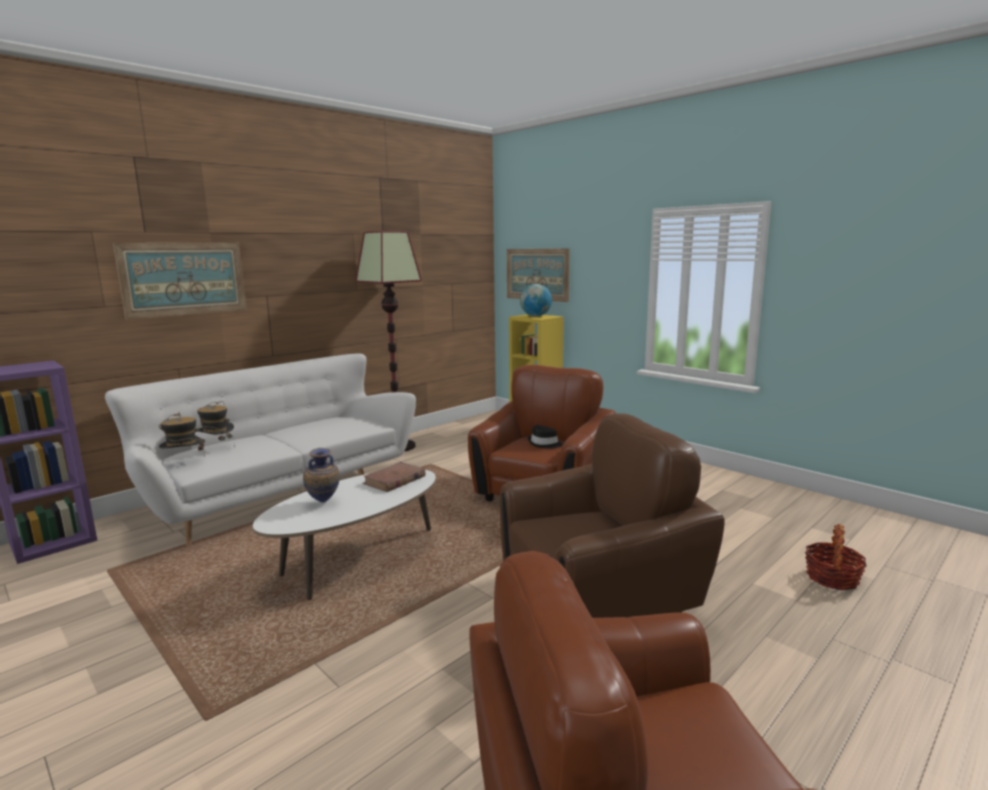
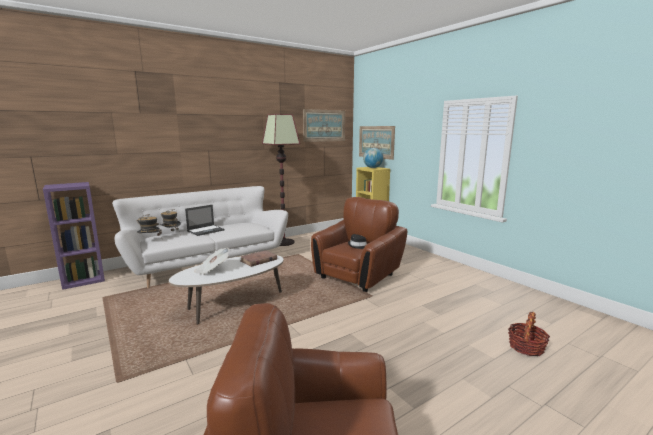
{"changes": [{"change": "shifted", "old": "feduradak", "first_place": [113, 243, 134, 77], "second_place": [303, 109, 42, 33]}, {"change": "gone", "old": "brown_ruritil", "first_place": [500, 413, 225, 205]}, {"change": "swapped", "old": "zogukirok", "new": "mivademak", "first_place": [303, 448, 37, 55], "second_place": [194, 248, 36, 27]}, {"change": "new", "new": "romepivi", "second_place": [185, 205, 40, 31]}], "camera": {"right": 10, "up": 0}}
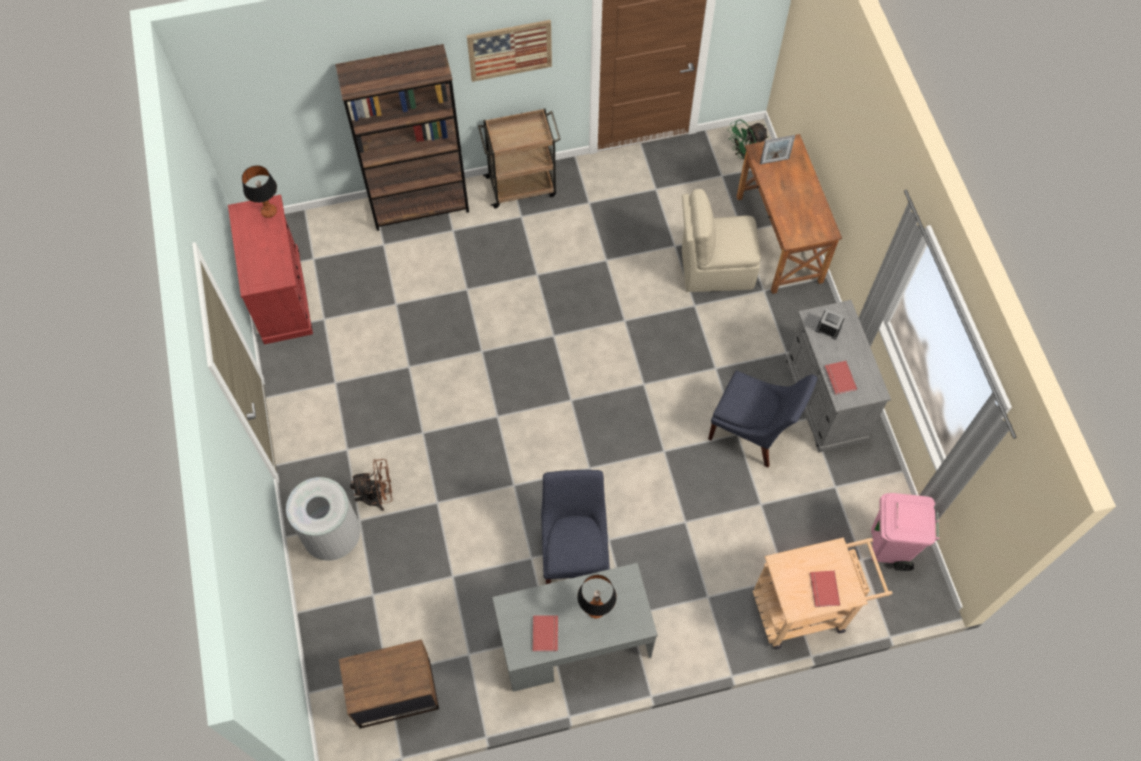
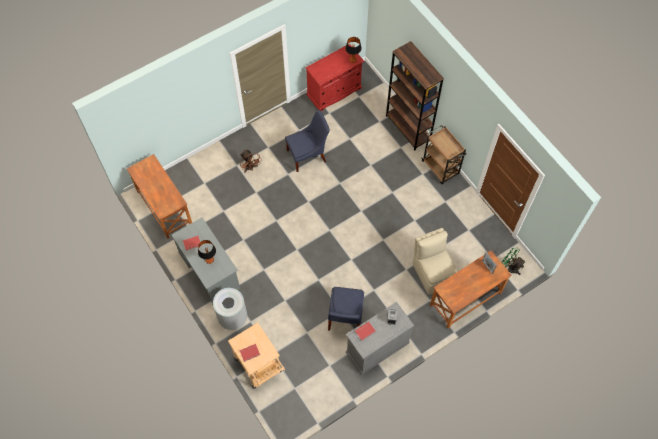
{"changes": [{"change": "gone", "old": "feduradak", "first_place": [467, 20, 85, 62]}, {"change": "shifted", "old": "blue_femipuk", "first_place": [541, 470, 69, 114], "second_place": [285, 110, 45, 62]}, {"change": "shifted", "old": "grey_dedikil", "first_place": [286, 477, 74, 83], "second_place": [213, 288, 34, 42]}, {"change": "gone", "old": "pink_dedikil", "first_place": [871, 493, 68, 78]}, {"change": "swapped", "old": "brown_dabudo", "new": "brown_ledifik", "first_place": [339, 640, 100, 88], "second_place": [127, 154, 65, 85]}], "camera": {"right": 70, "up": 0}}
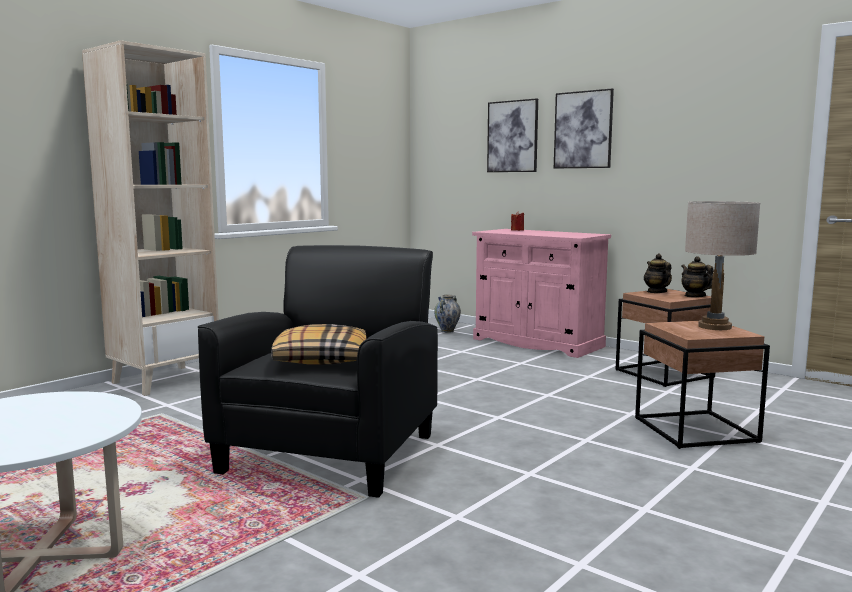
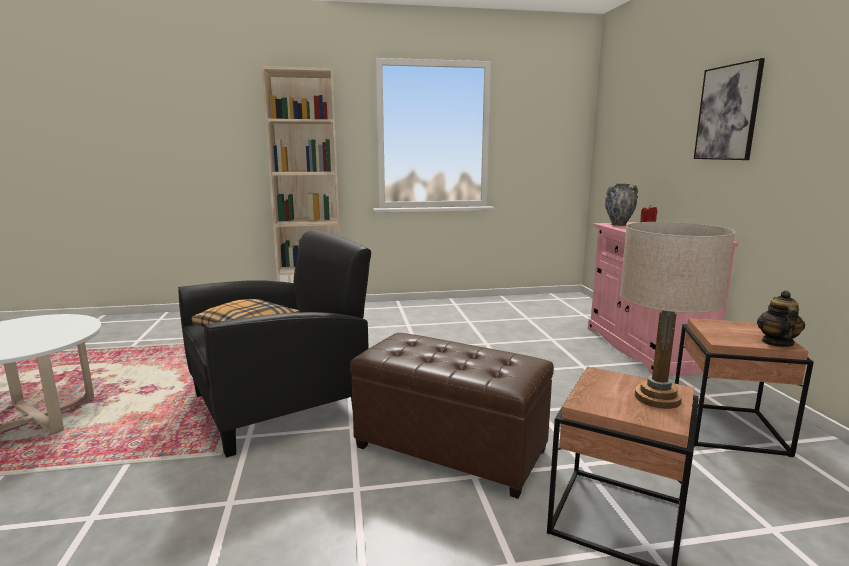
{"changes": [{"change": "gone", "old": "feduradak", "first_place": [487, 98, 51, 74]}, {"change": "gone", "old": "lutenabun", "first_place": [644, 254, 28, 39]}, {"change": "shifted", "old": "zogukirok", "first_place": [434, 295, 27, 38], "second_place": [605, 183, 33, 43]}, {"change": "new", "new": "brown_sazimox", "second_place": [350, 333, 204, 166]}], "camera": {"right": 40, "up": 5}}
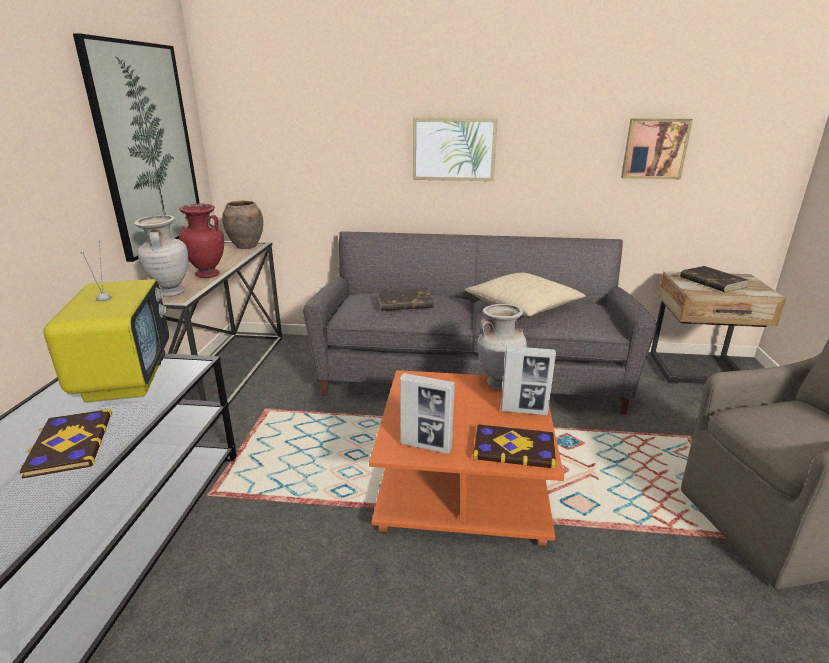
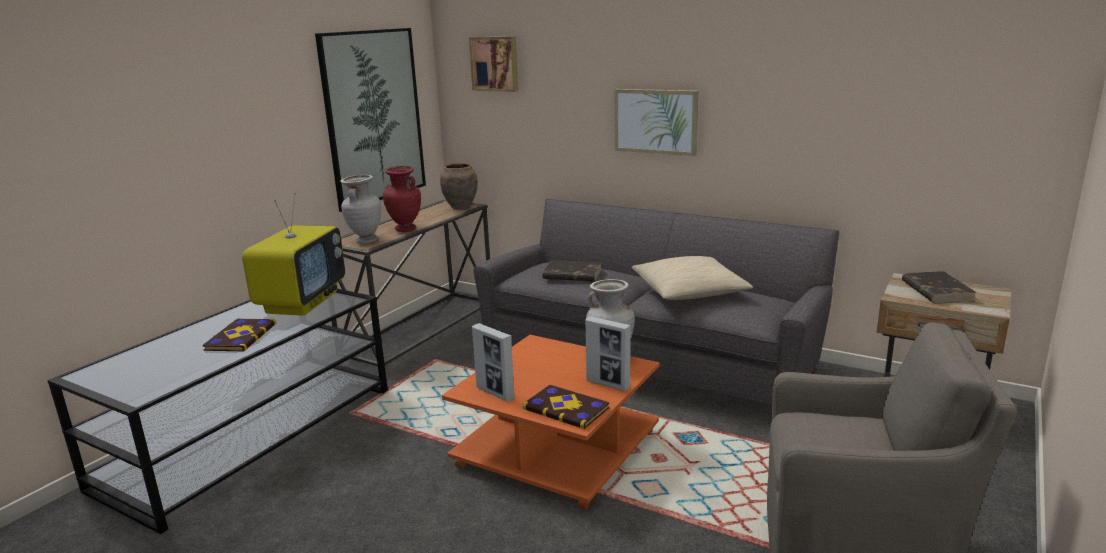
{"changes": [{"change": "shifted", "old": "feduradak", "first_place": [621, 118, 72, 61], "second_place": [469, 36, 49, 56]}], "camera": {"right": 25, "up": -5}}
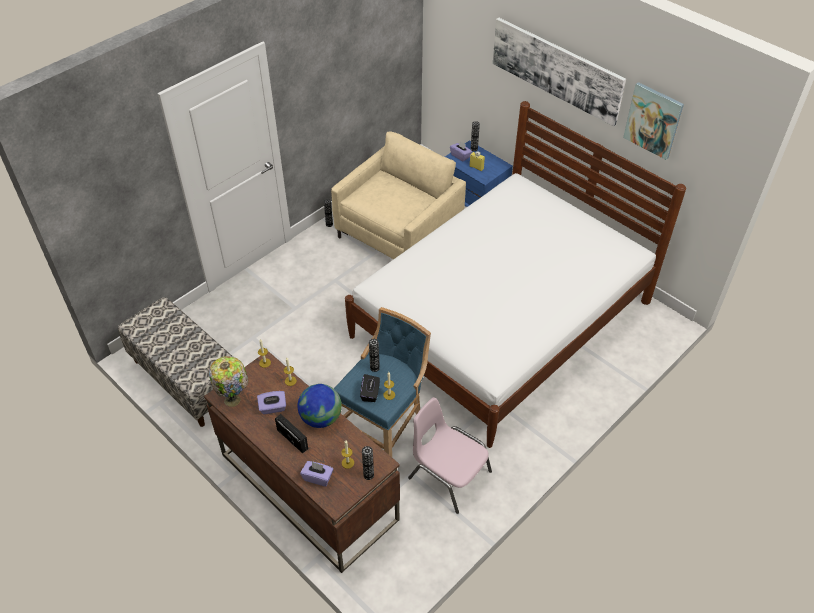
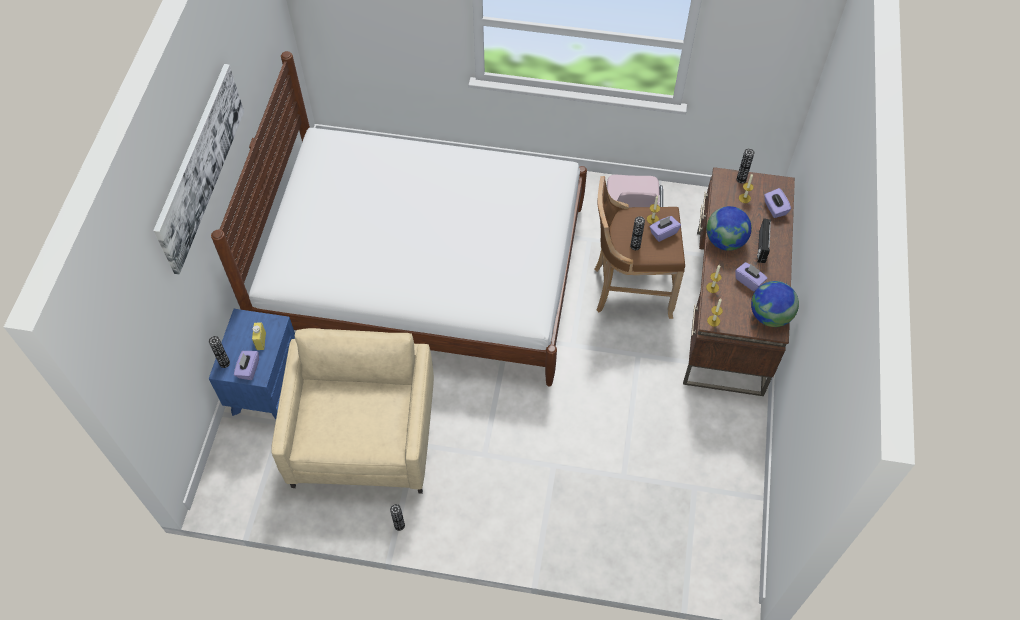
{"changes": [{"change": "gone", "old": "feduradak", "first_place": [623, 82, 61, 78]}, {"change": "rotated", "old": "beige_ruritil", "first_place": [331, 131, 135, 128], "second_place": [271, 328, 163, 166], "degrees": 90}, {"change": "gone", "old": "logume", "first_place": [118, 297, 115, 130]}, {"change": "repainted", "old": "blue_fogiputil", "new": "brown_fogiputil", "first_place": [334, 307, 97, 150], "second_place": [594, 176, 91, 143]}, {"change": "swapped", "old": "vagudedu", "new": "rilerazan", "first_place": [209, 356, 39, 51], "second_place": [751, 281, 48, 46]}, {"change": "repainted", "old": "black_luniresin", "new": "purple_luniresin", "first_place": [360, 374, 20, 28], "second_place": [649, 216, 32, 26]}], "camera": {"right": -125, "up": 10}}
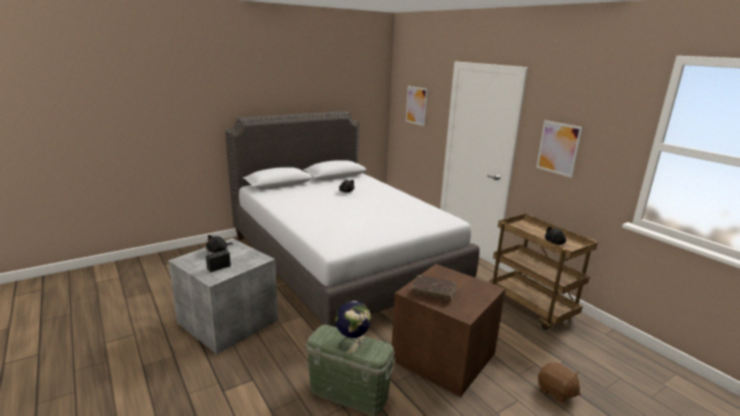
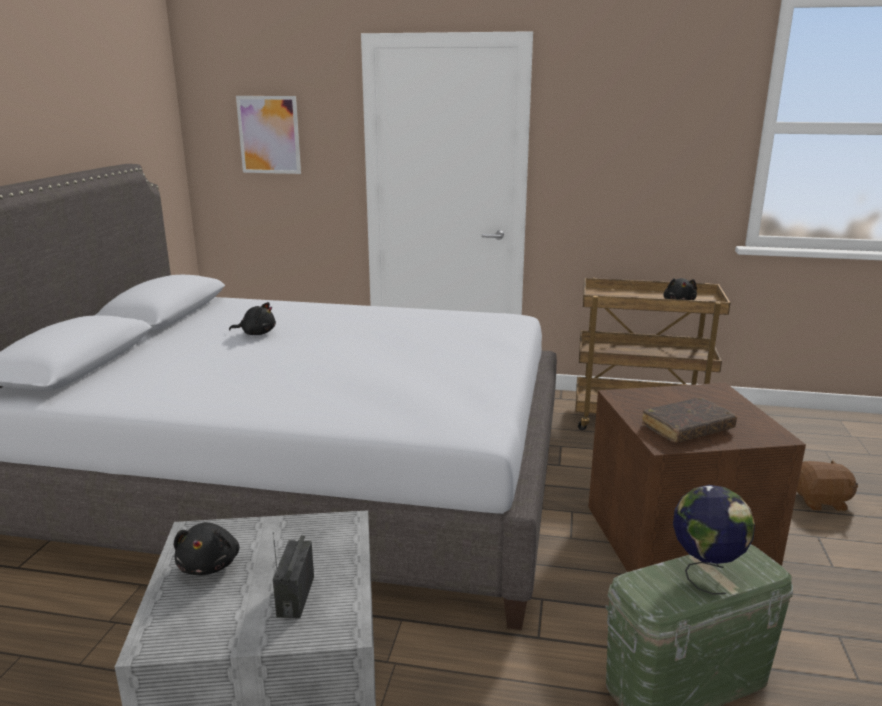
{"changes": [{"change": "gone", "old": "feduradak", "first_place": [536, 120, 47, 58]}], "camera": {"right": -45, "up": 0}}
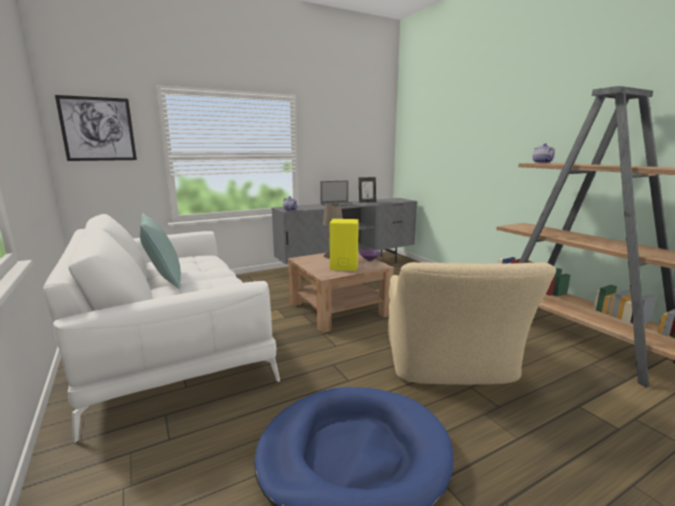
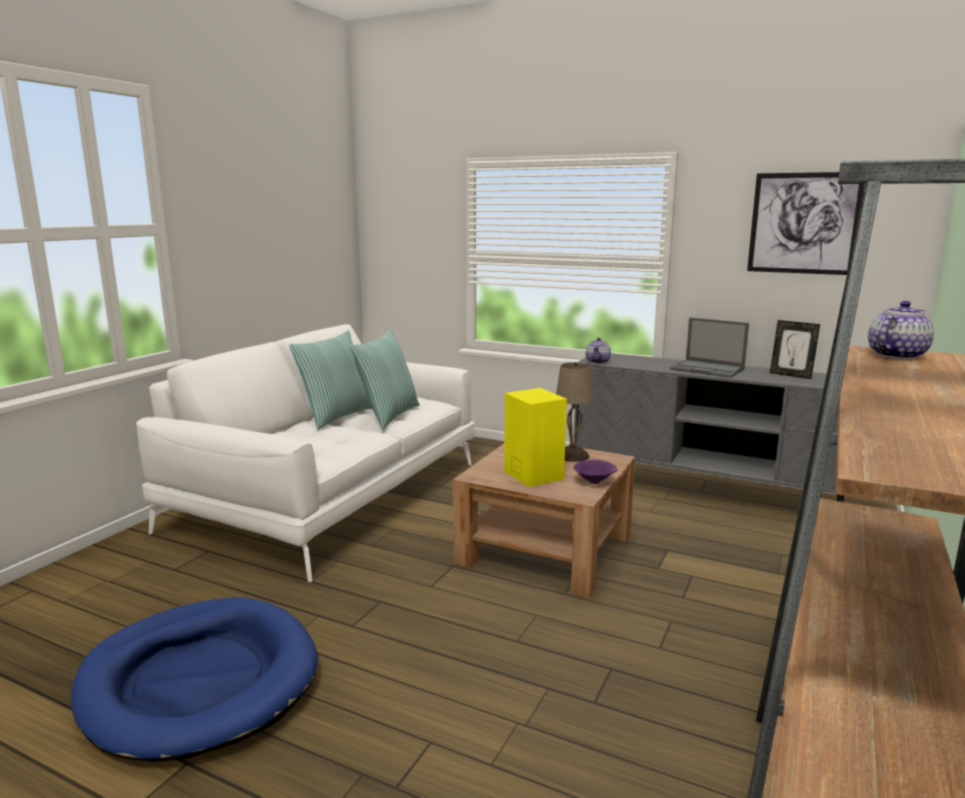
{"changes": [{"change": "shifted", "old": "feduradak", "first_place": [55, 95, 82, 66], "second_place": [747, 172, 118, 103]}, {"change": "gone", "old": "beige_ruritil", "first_place": [388, 262, 168, 123]}, {"change": "new", "new": "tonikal", "second_place": [350, 330, 69, 99]}], "camera": {"right": 55, "up": 0}}
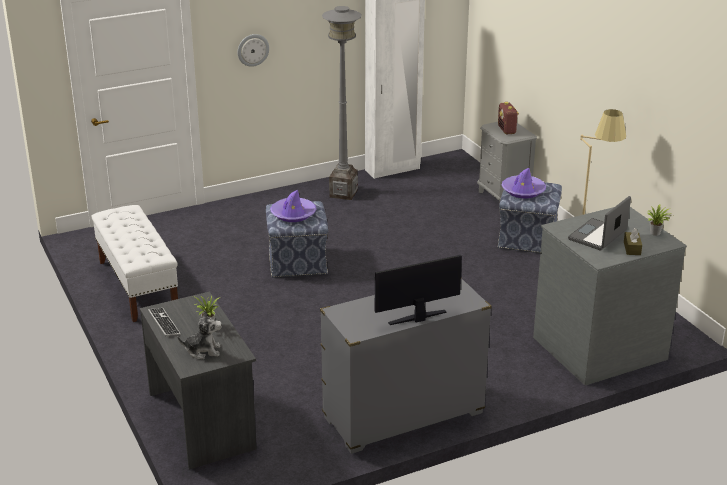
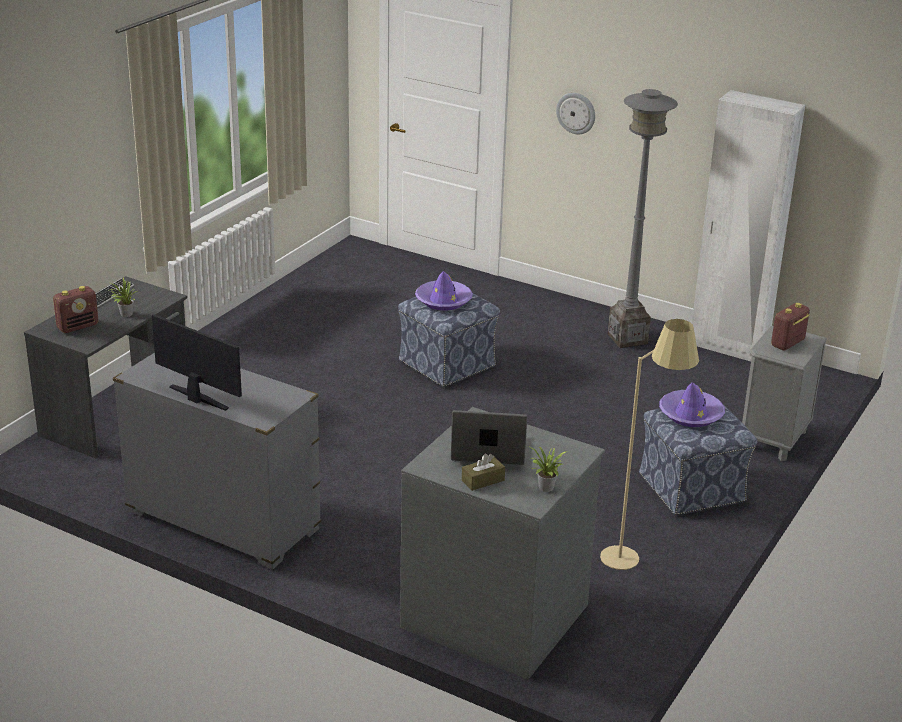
{"changes": [{"change": "gone", "old": "white_logume", "first_place": [91, 205, 87, 117]}, {"change": "swapped", "old": "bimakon", "new": "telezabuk", "first_place": [178, 310, 44, 49], "second_place": [53, 286, 45, 47]}], "camera": {"right": 55, "up": 0}}
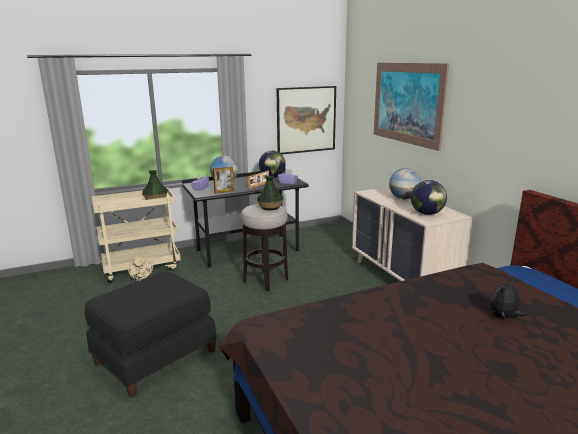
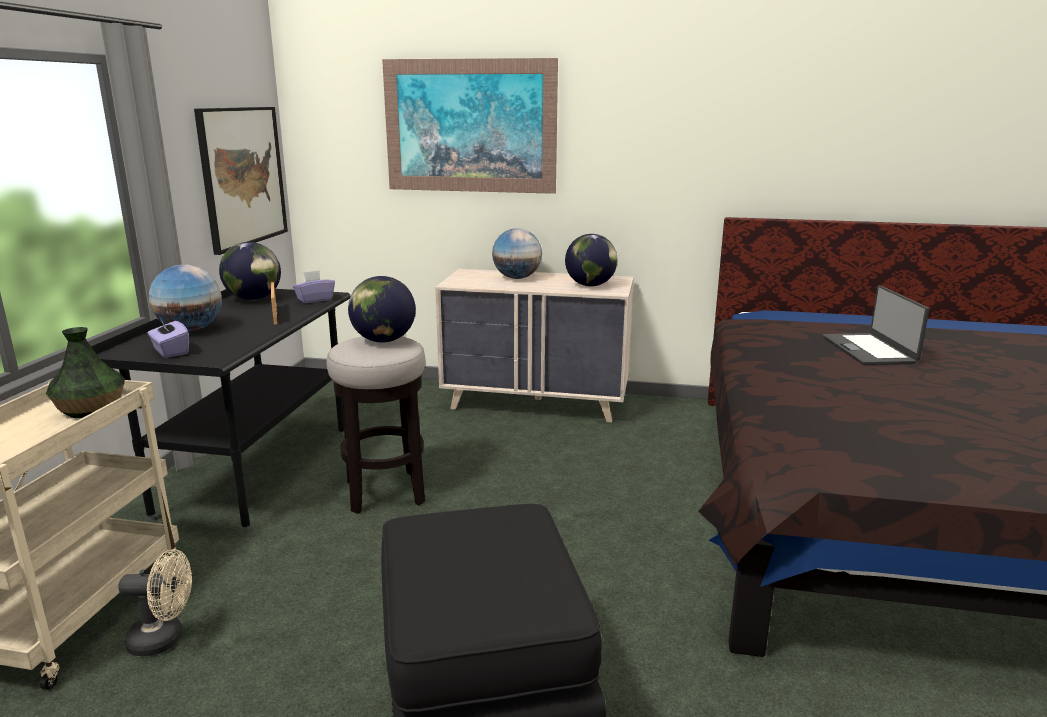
{"changes": [{"change": "gone", "old": "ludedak", "first_place": [213, 166, 21, 28]}, {"change": "swapped", "old": "zogukirok", "new": "rilerazan", "first_place": [257, 176, 26, 34], "second_place": [348, 276, 68, 67]}, {"change": "swapped", "old": "bimakon", "new": "romepivi", "first_place": [491, 280, 38, 38], "second_place": [822, 285, 107, 80]}], "camera": {"right": -55, "up": 0}}
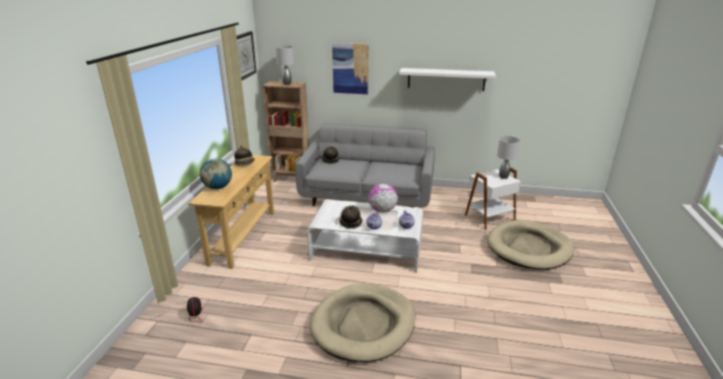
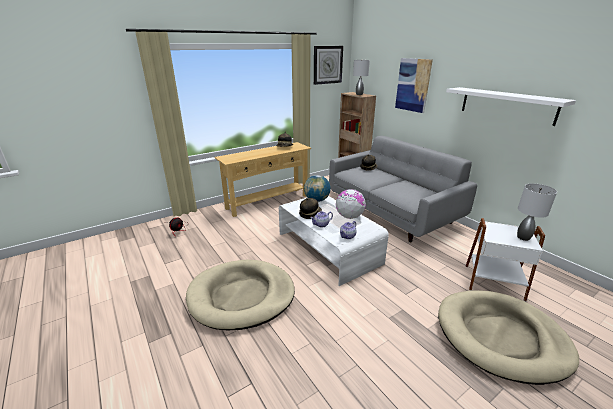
{"changes": [{"change": "shifted", "old": "rilerazan", "first_place": [200, 158, 32, 31], "second_place": [304, 175, 27, 27]}], "camera": {"right": 45, "up": 0}}
